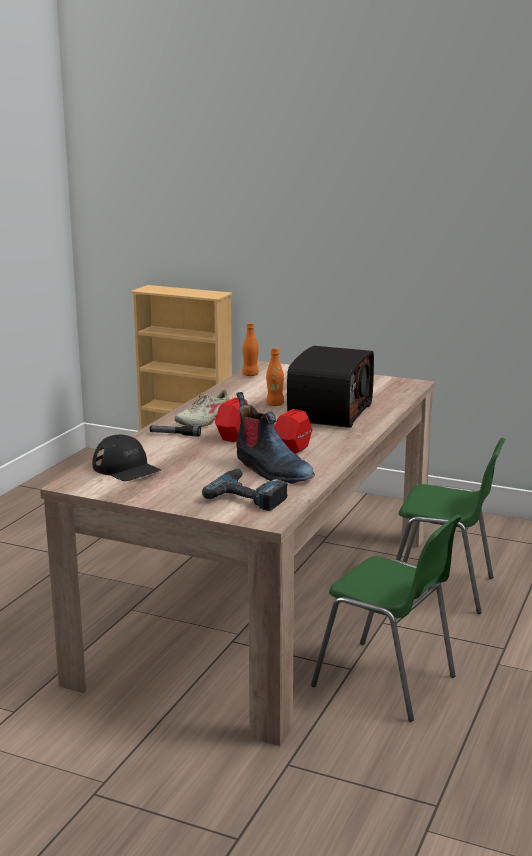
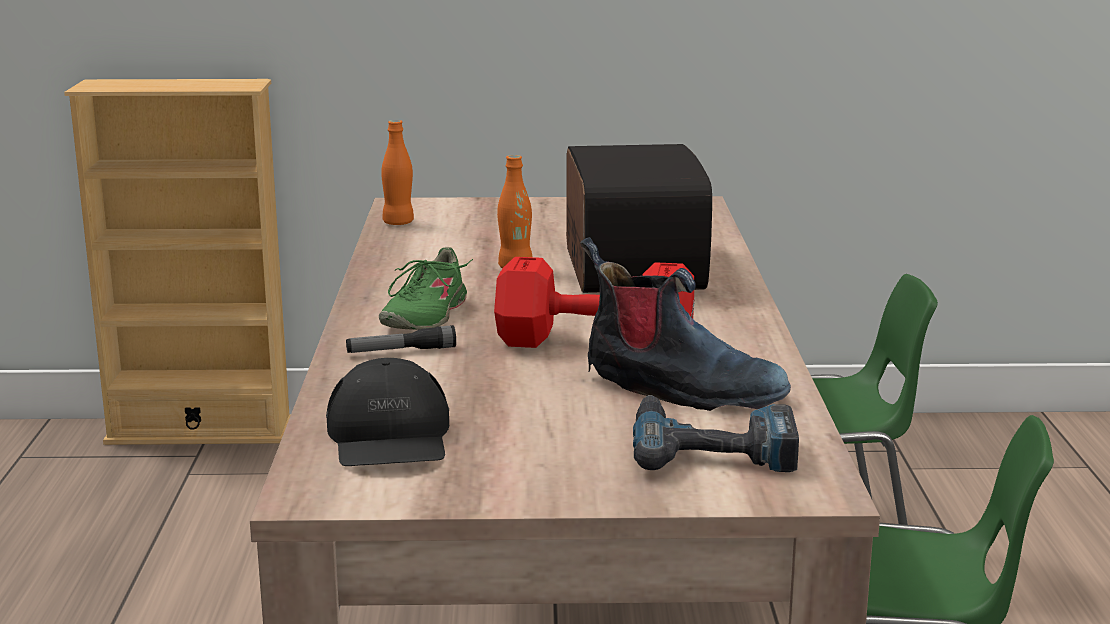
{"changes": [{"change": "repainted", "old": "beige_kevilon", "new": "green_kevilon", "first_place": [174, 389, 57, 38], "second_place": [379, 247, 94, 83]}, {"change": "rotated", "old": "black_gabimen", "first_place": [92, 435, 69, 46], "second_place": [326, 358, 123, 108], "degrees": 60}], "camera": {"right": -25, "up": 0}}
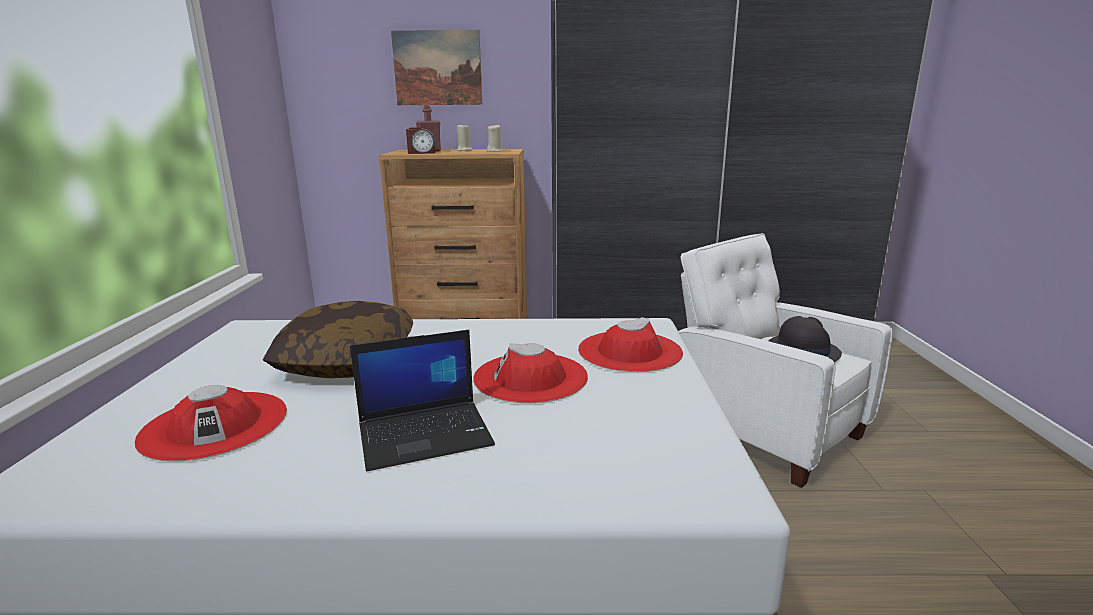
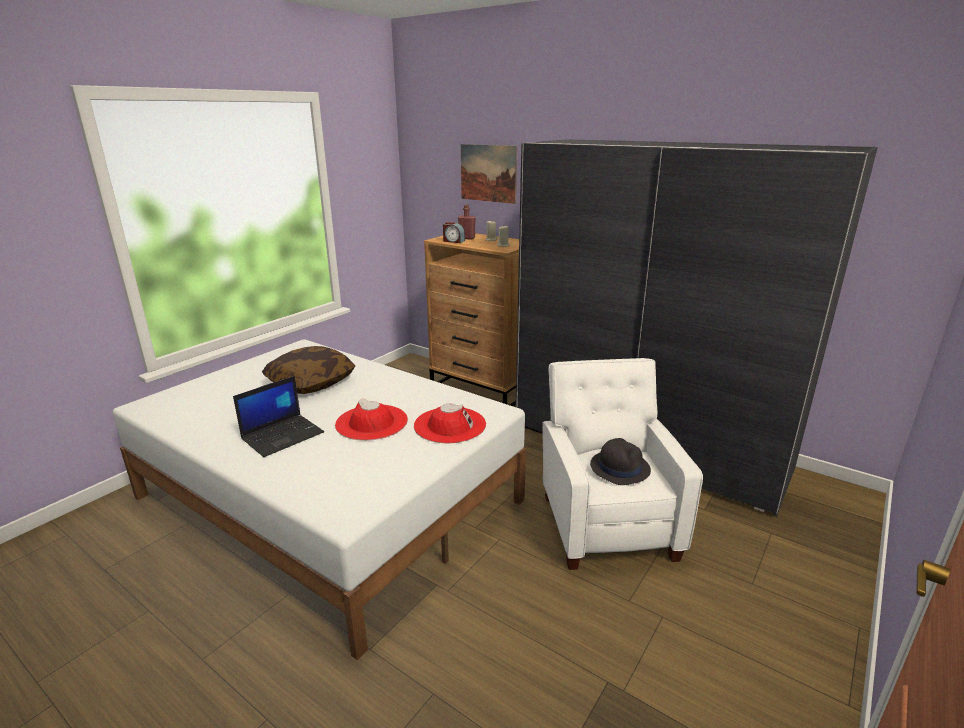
{"changes": [{"change": "rotated", "old": "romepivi", "first_place": [350, 330, 145, 141], "second_place": [233, 376, 91, 81], "degrees": -60}, {"change": "gone", "old": "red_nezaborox", "first_place": [135, 385, 152, 77]}], "camera": {"right": 35, "up": 5}}
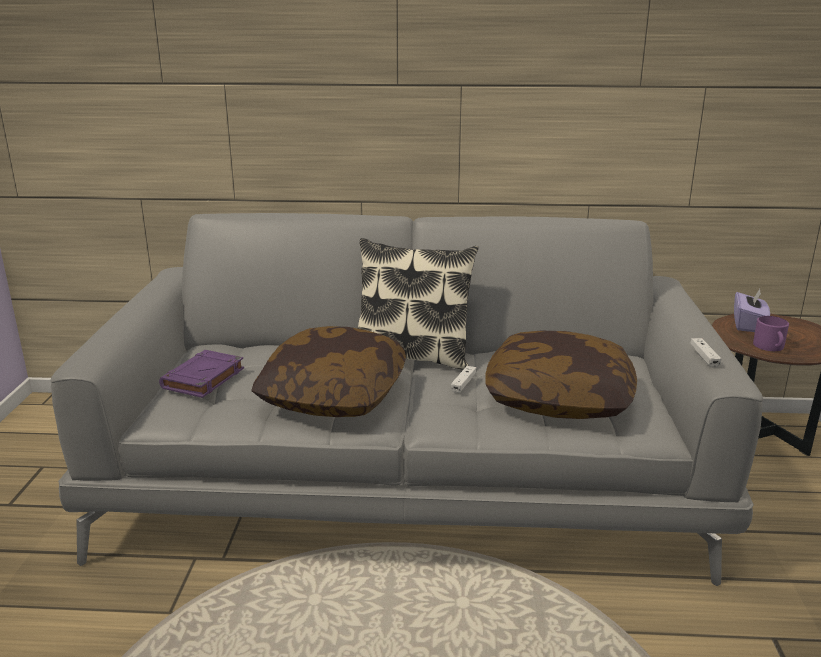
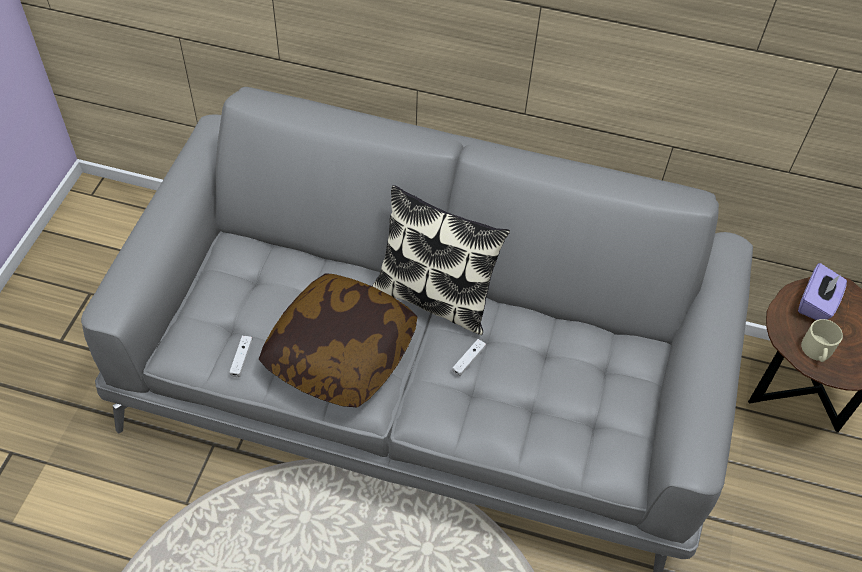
{"changes": [{"change": "repainted", "old": "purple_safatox", "new": "beige_safatox", "first_place": [753, 316, 36, 35], "second_place": [801, 319, 42, 43]}, {"change": "gone", "old": "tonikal", "first_place": [486, 331, 151, 88]}, {"change": "shifted", "old": "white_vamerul", "first_place": [691, 338, 30, 30], "second_place": [229, 336, 24, 42]}, {"change": "gone", "old": "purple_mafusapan", "first_place": [159, 350, 85, 48]}], "camera": {"right": 10, "up": 30}}
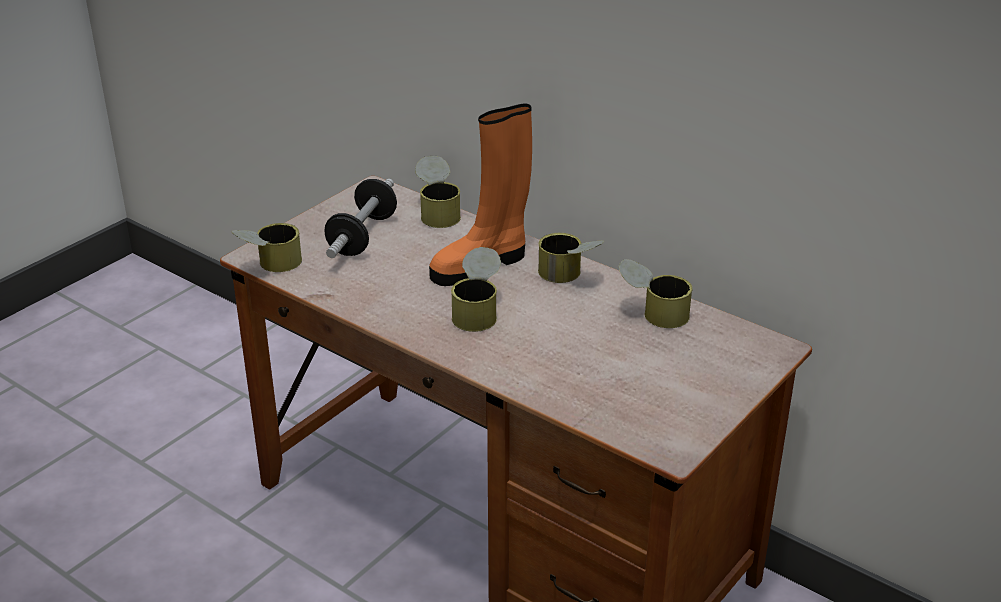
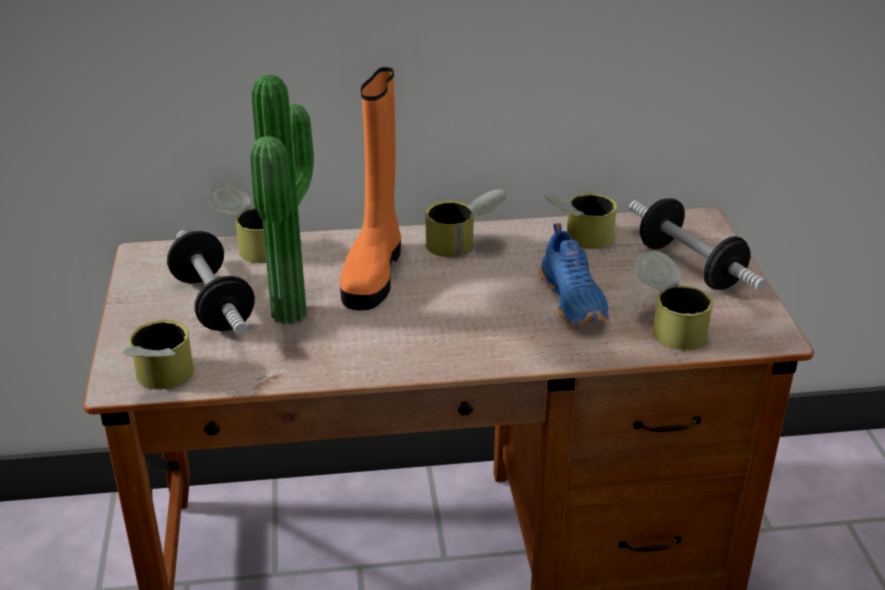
{"changes": [{"change": "shifted", "old": "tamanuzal", "first_place": [451, 247, 50, 85], "second_place": [635, 251, 78, 100]}, {"change": "new", "new": "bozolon", "second_place": [250, 75, 64, 249]}, {"change": "new", "new": "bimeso", "second_place": [629, 198, 137, 93]}, {"change": "new", "new": "blue_kevilon", "second_place": [539, 223, 70, 101]}], "camera": {"right": -45, "up": 0}}
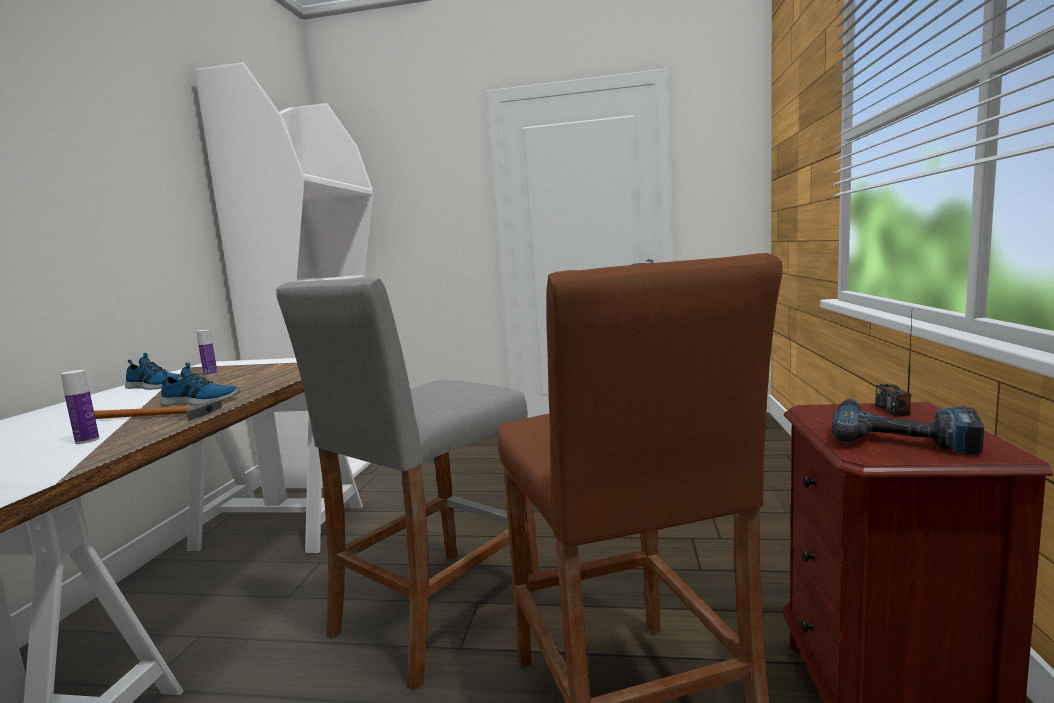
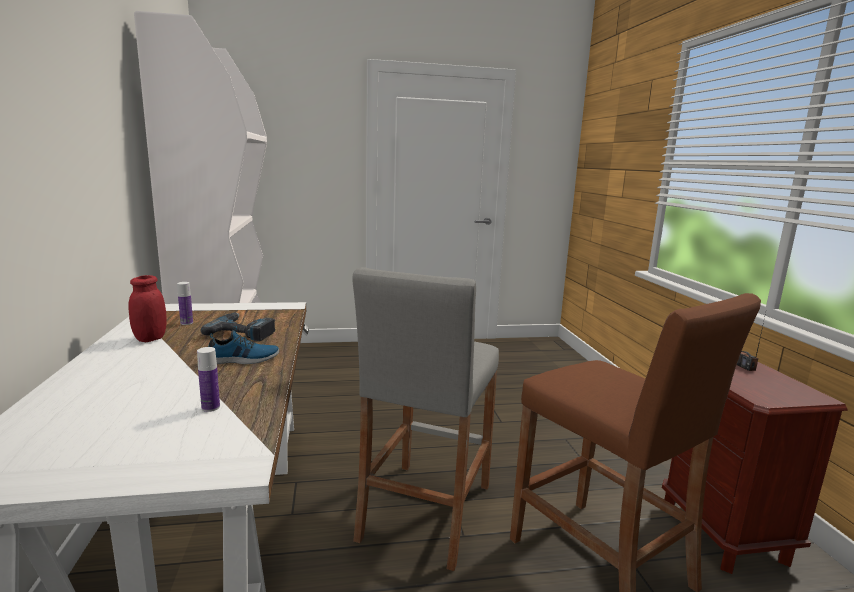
{"changes": [{"change": "swapped", "old": "kevilon", "new": "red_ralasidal", "first_place": [125, 353, 57, 37], "second_place": [129, 275, 37, 67]}, {"change": "gone", "old": "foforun", "first_place": [94, 399, 128, 22]}, {"change": "shifted", "old": "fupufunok", "first_place": [832, 399, 152, 56], "second_place": [201, 313, 75, 28]}], "camera": {"right": -20, "up": 5}}
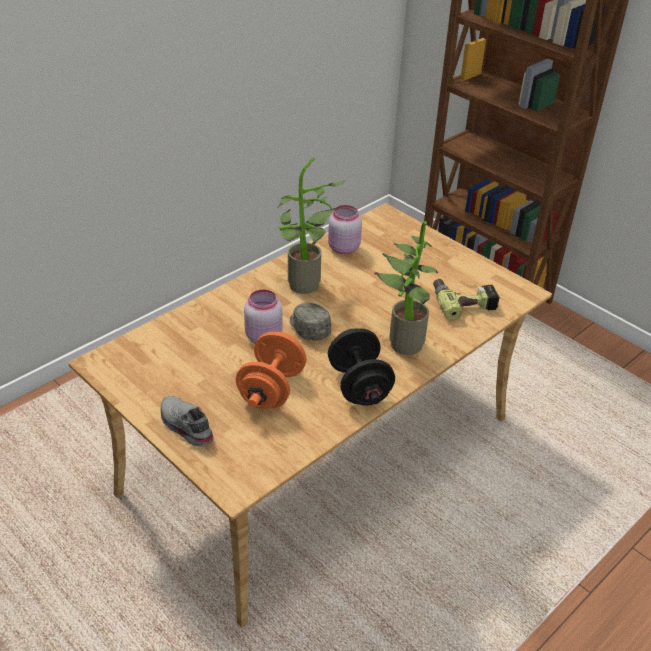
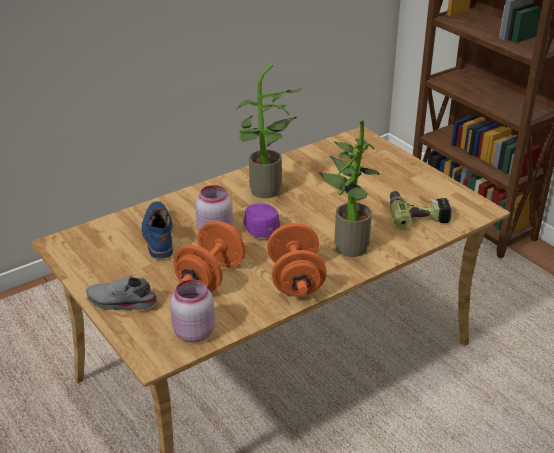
{"changes": [{"change": "shifted", "old": "pink_ralasidal", "first_place": [328, 205, 34, 49], "second_place": [170, 280, 45, 63]}, {"change": "repainted", "old": "grey_gabimen", "new": "purple_gabimen", "first_place": [290, 303, 41, 38], "second_place": [243, 203, 37, 35]}, {"change": "repainted", "old": "black_bimeso", "new": "orange_bimeso", "first_place": [328, 328, 67, 78], "second_place": [267, 223, 60, 74]}, {"change": "rotated", "old": "grey_kevilon", "first_place": [161, 396, 53, 51], "second_place": [86, 275, 72, 35], "degrees": -45}, {"change": "new", "new": "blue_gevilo", "second_place": [142, 201, 31, 57]}], "camera": {"right": 10, "up": -5}}
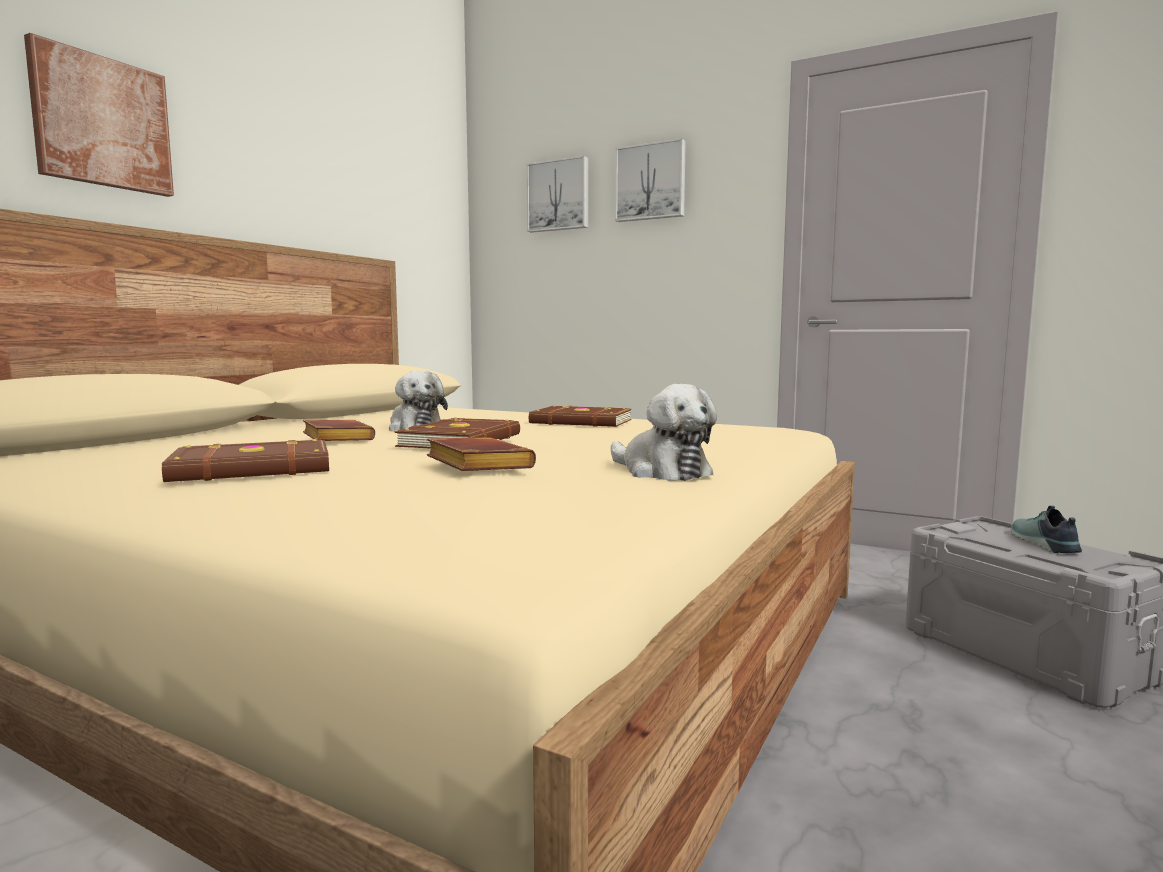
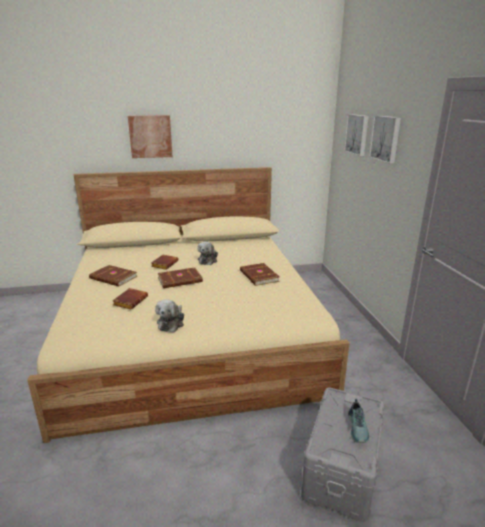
{"changes": [{"change": "rotated", "old": "kevilon", "first_place": [1011, 506, 71, 47], "second_place": [348, 399, 22, 44], "degrees": 135}], "camera": {"right": 50, "up": 15}}
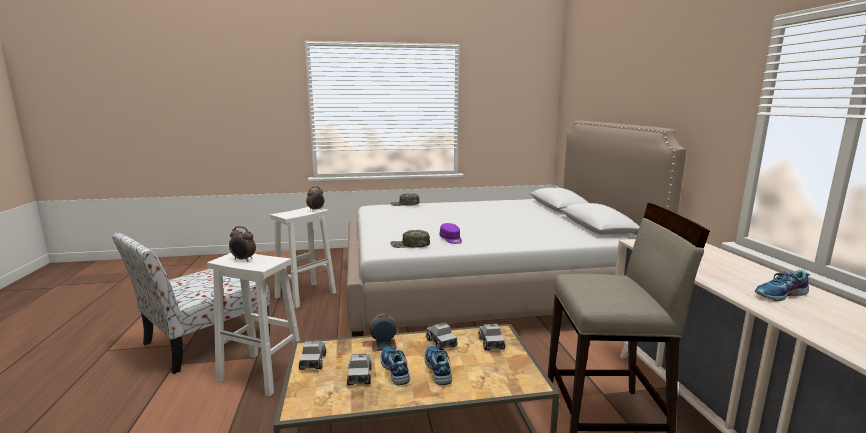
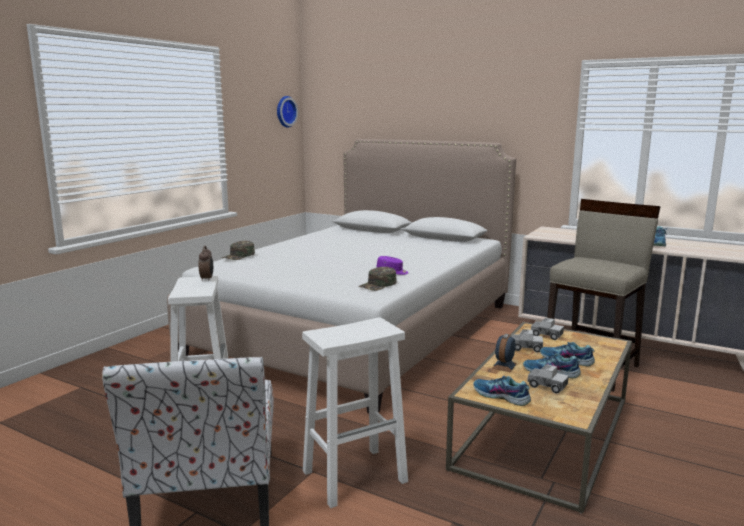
{"changes": [{"change": "gone", "old": "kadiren", "first_place": [229, 226, 27, 36]}, {"change": "swapped", "old": "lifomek", "new": "kevilon", "first_place": [299, 341, 27, 29], "second_place": [473, 376, 58, 30]}, {"change": "new", "new": "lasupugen", "second_place": [277, 96, 21, 32]}], "camera": {"right": -50, "up": 0}}
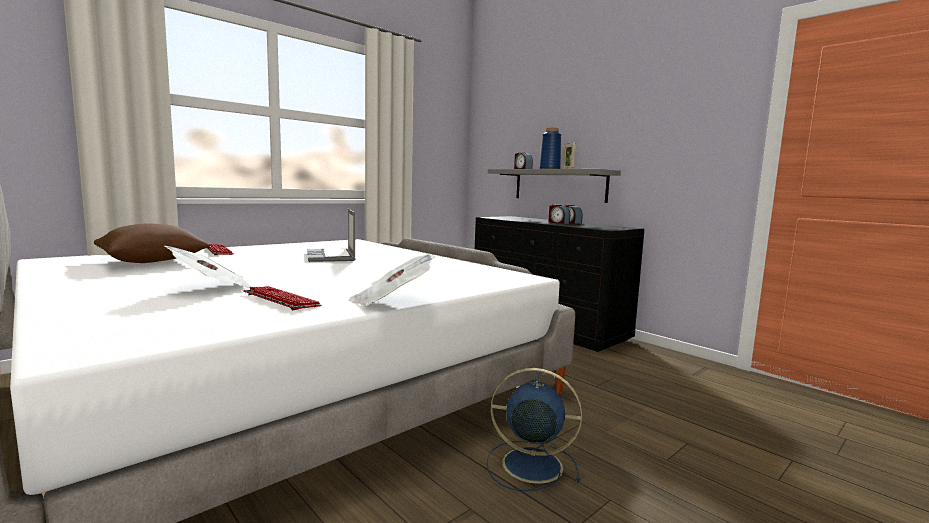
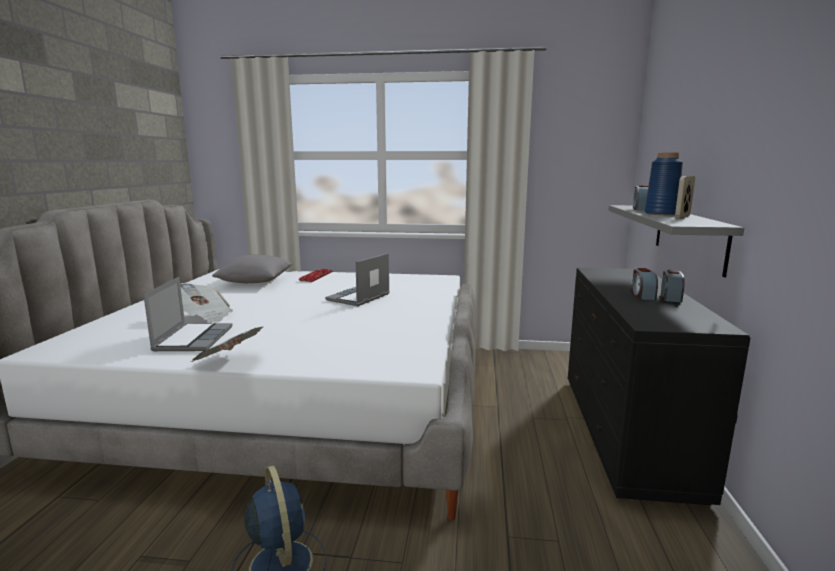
{"changes": [{"change": "repainted", "old": "brown_tonikal", "new": "grey_tonikal", "first_place": [94, 223, 117, 40], "second_place": [212, 255, 81, 28]}, {"change": "swapped", "old": "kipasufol", "new": "romepivi", "first_place": [243, 286, 78, 24], "second_place": [143, 277, 90, 74]}], "camera": {"right": 50, "up": 5}}
